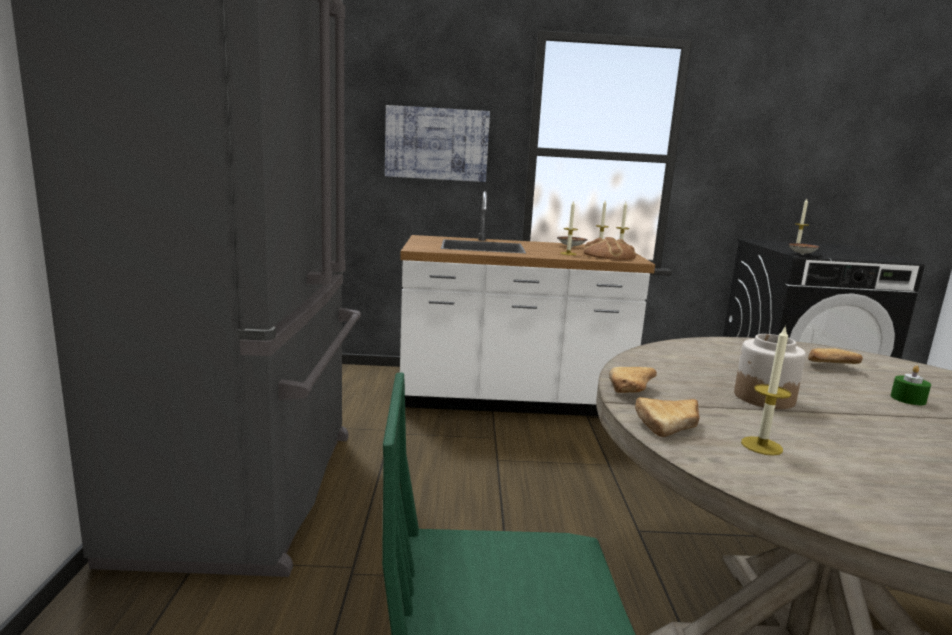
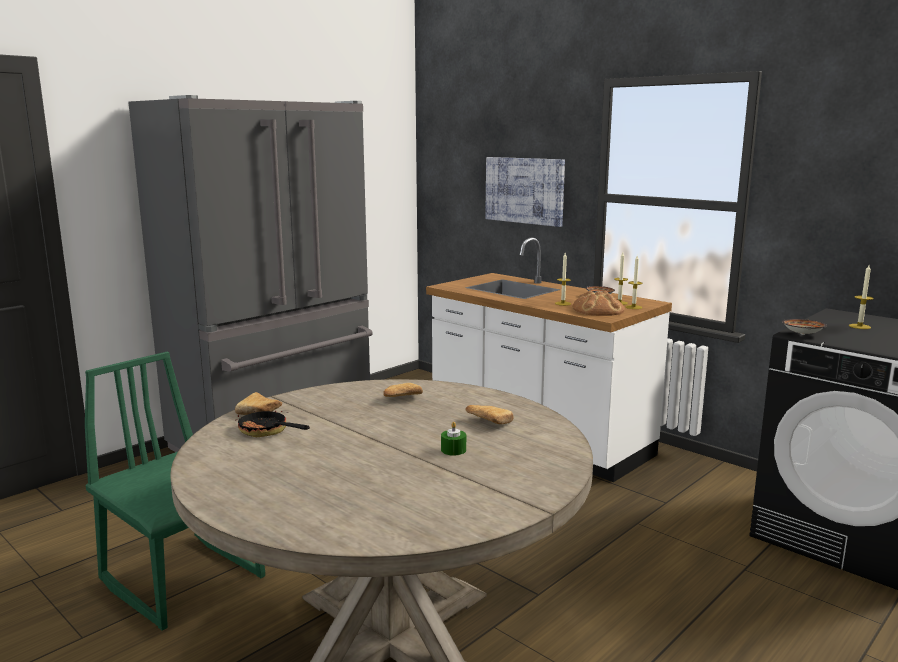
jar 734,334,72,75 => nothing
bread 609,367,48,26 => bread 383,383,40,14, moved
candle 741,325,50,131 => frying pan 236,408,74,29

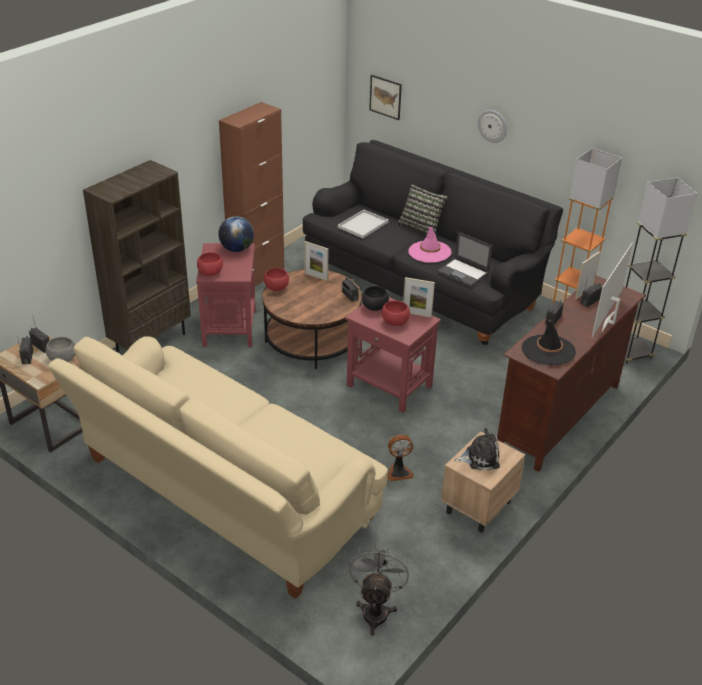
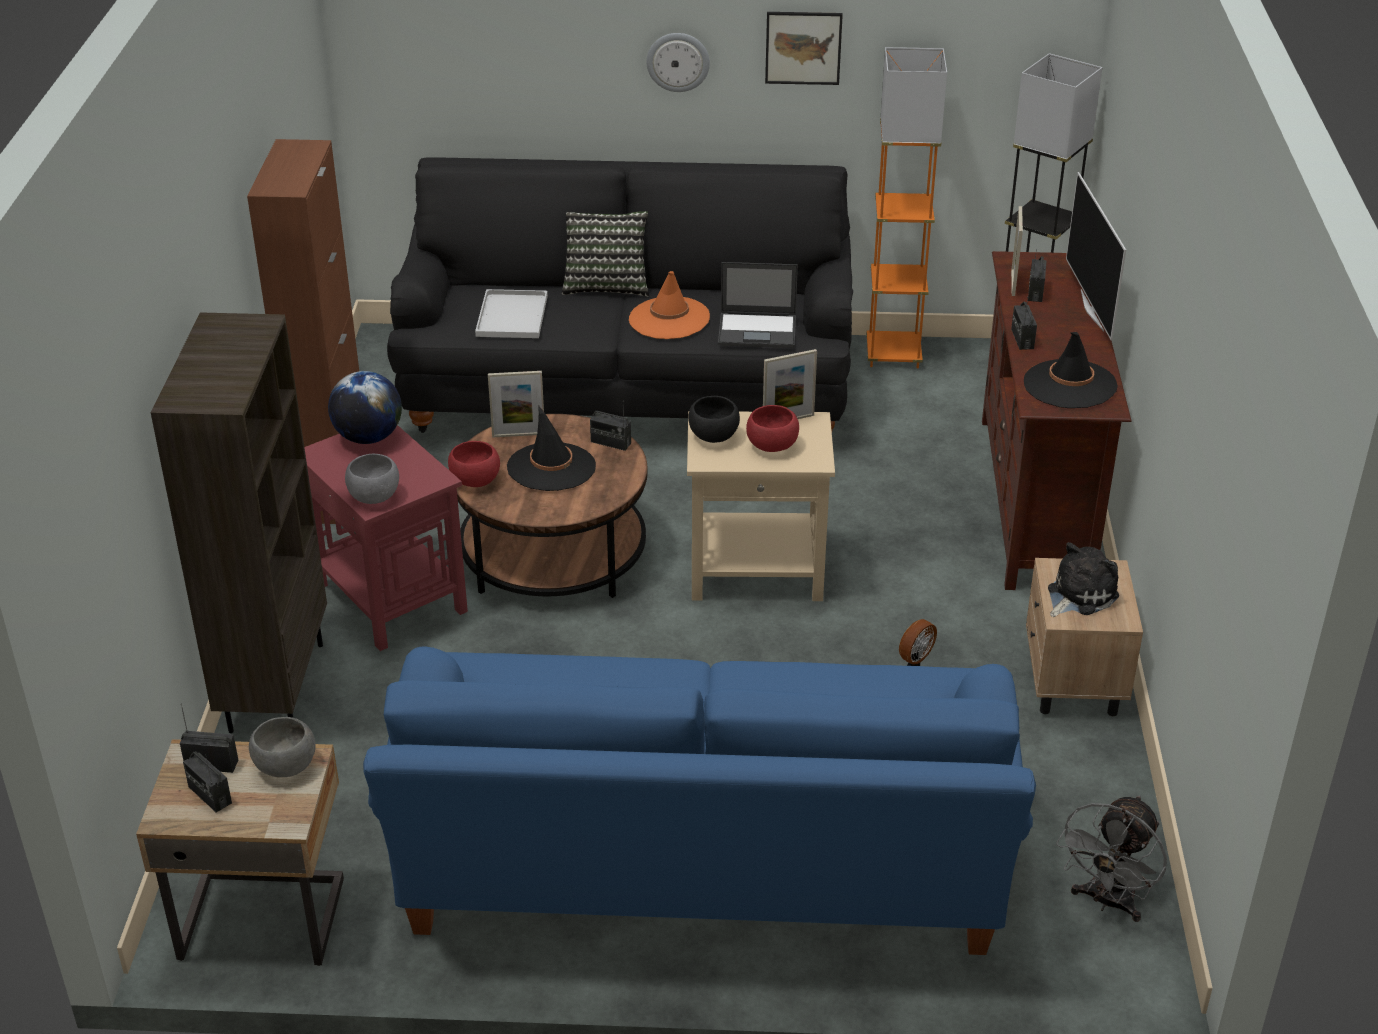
nothing => black hat 507,405,89,86
picture 369,75,33,45 => picture 765,12,78,73, moved
beige sofa 48,336,340,263 => blue sofa 363,646,673,309
red bowl 197,252,26,24 => grey bowl 345,454,54,50
red side table 345,297,96,116 => beige side table 687,411,148,190
pink hat 409,227,43,36 => orange hat 629,271,81,68
grey fan 349,543,61,93 => grey fan 1056,795,111,127, 120 degrees counterclockwise

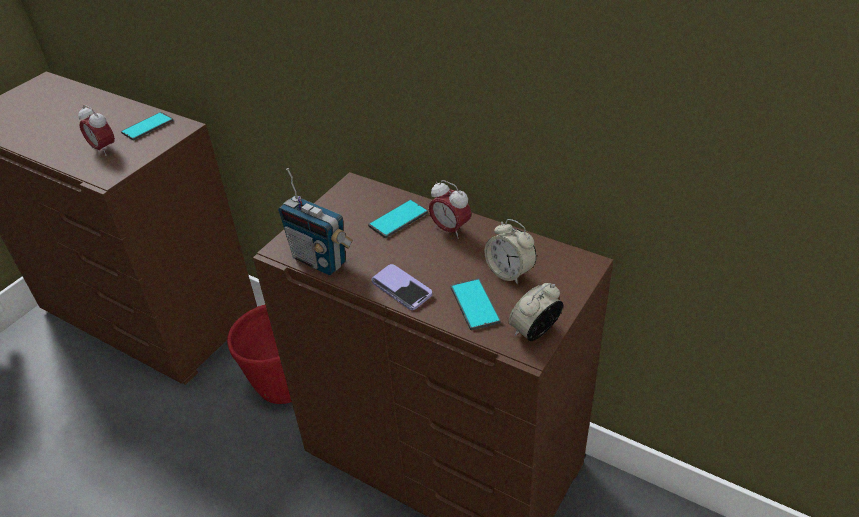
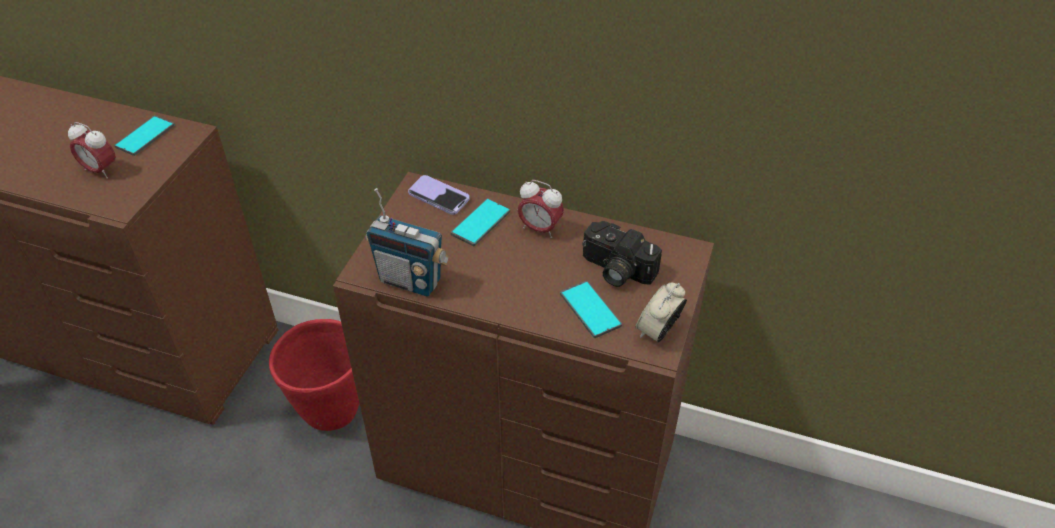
phone 372,264,61,46 => phone 408,175,62,40, moved
alarm clock 485,219,52,65 => photo camera 582,221,80,66

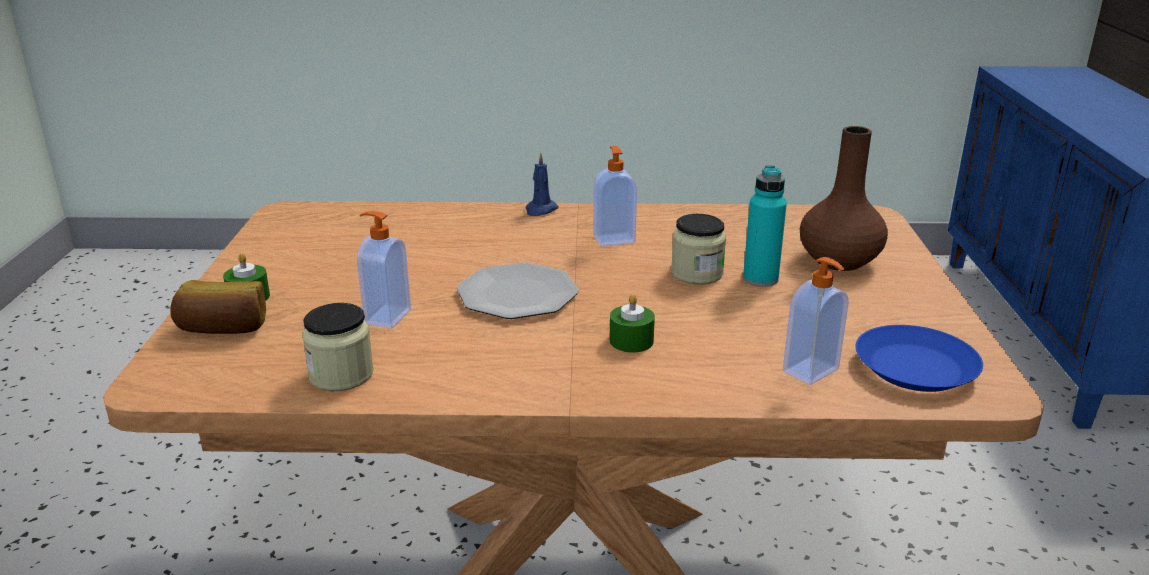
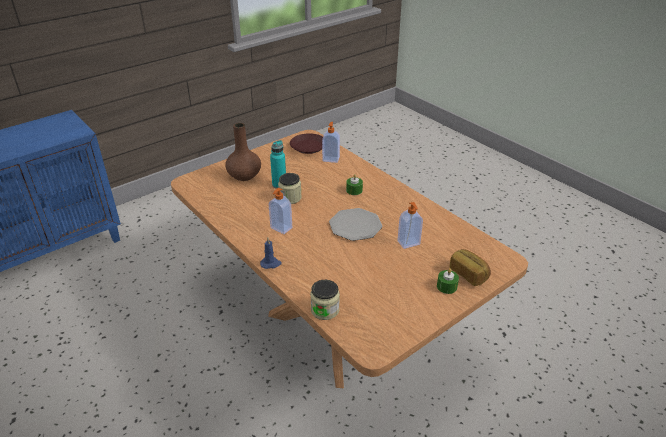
jar 302,303,72,88 => jar 310,280,30,40, moved
blue plate 855,325,128,67 => brown plate 290,133,33,21

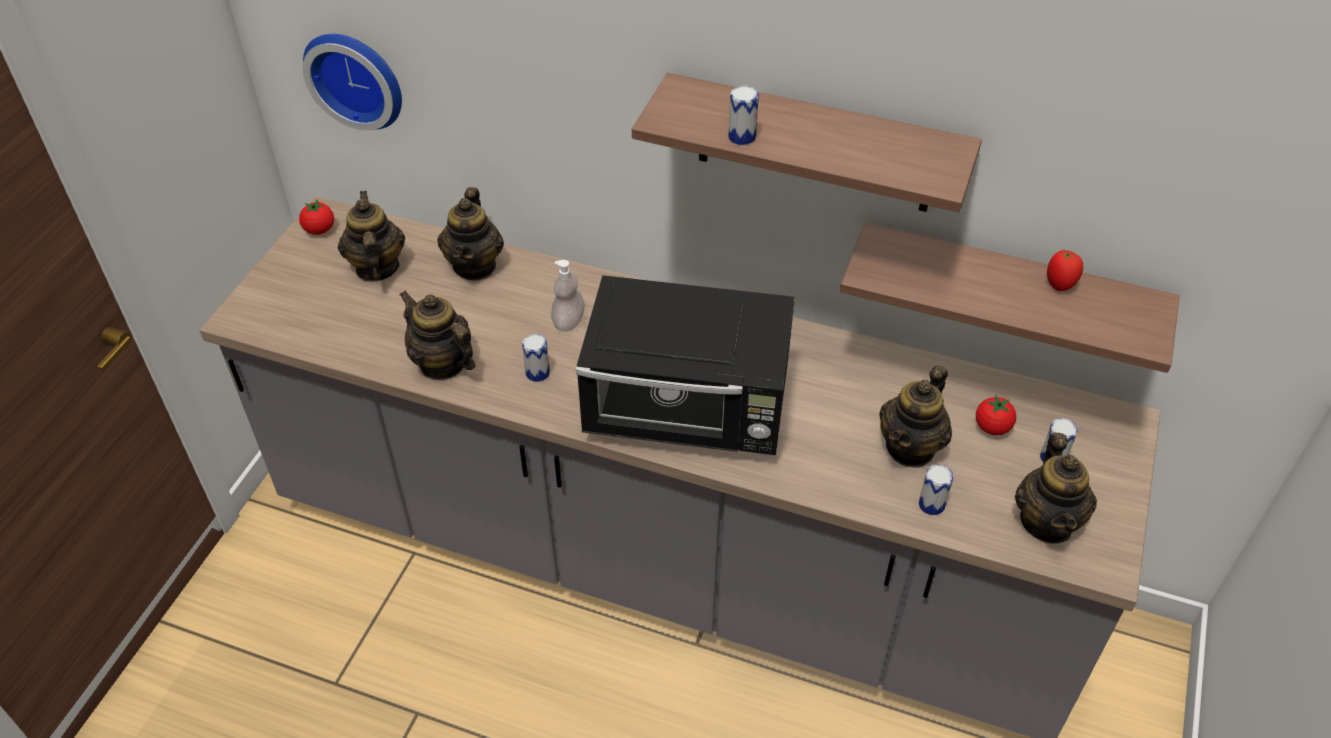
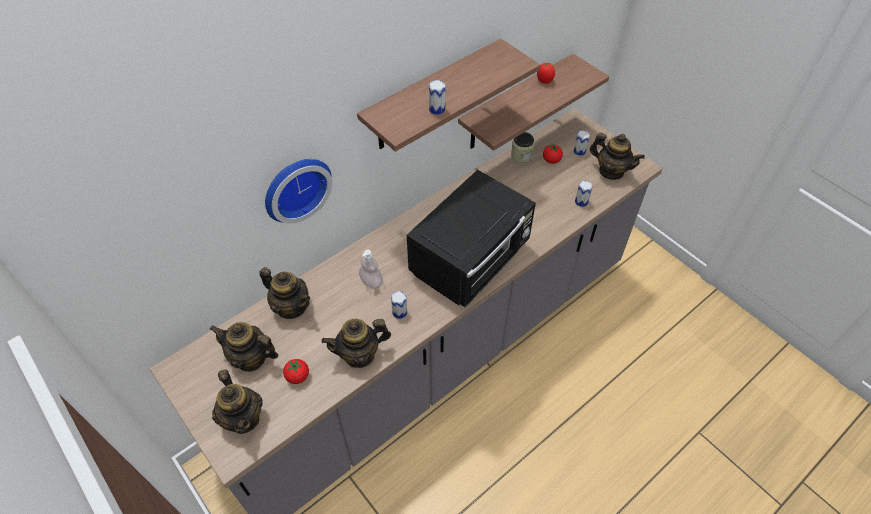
nothing => jar 511,132,24,31
tomato 299,199,35,36 => tomato 283,359,26,25, moved
wall clock 303,34,99,97 => wall clock 265,159,67,65, moved
teapot 879,365,73,103 => teapot 212,369,51,65, moved

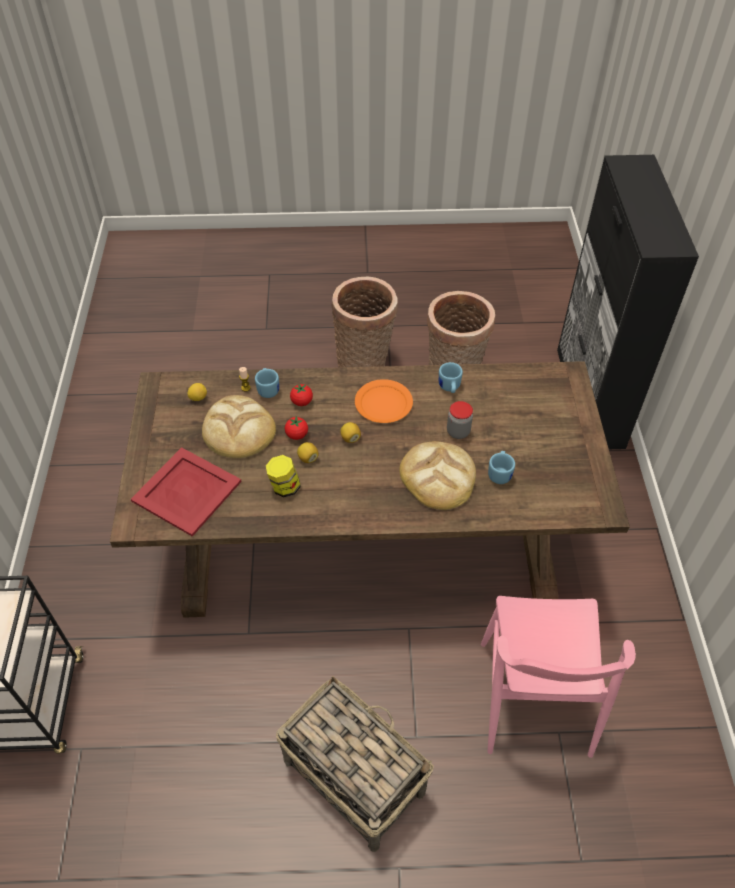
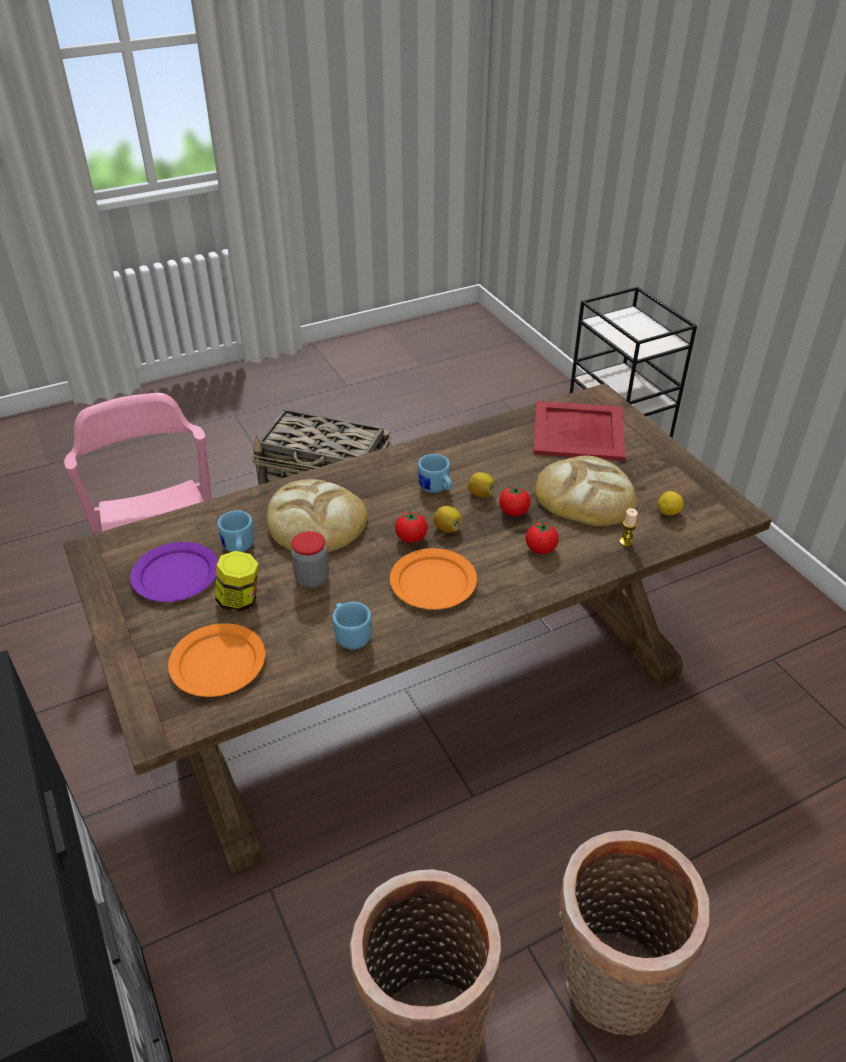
nothing => purple plate 130,542,88,60
nothing => orange plate 168,623,97,74
nothing => tomato 395,509,32,34
blue mug 255,368,24,30 => blue mug 418,454,34,39, moved
jar 266,455,35,42 => jar 215,551,43,61, moved

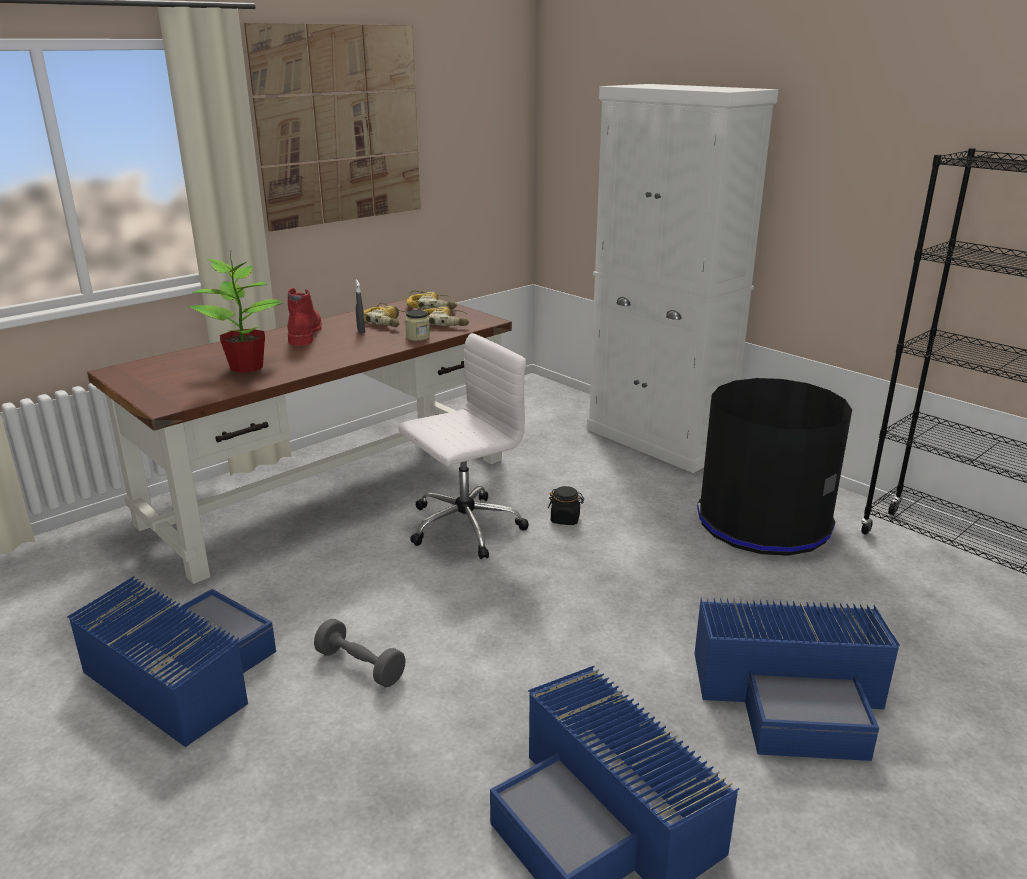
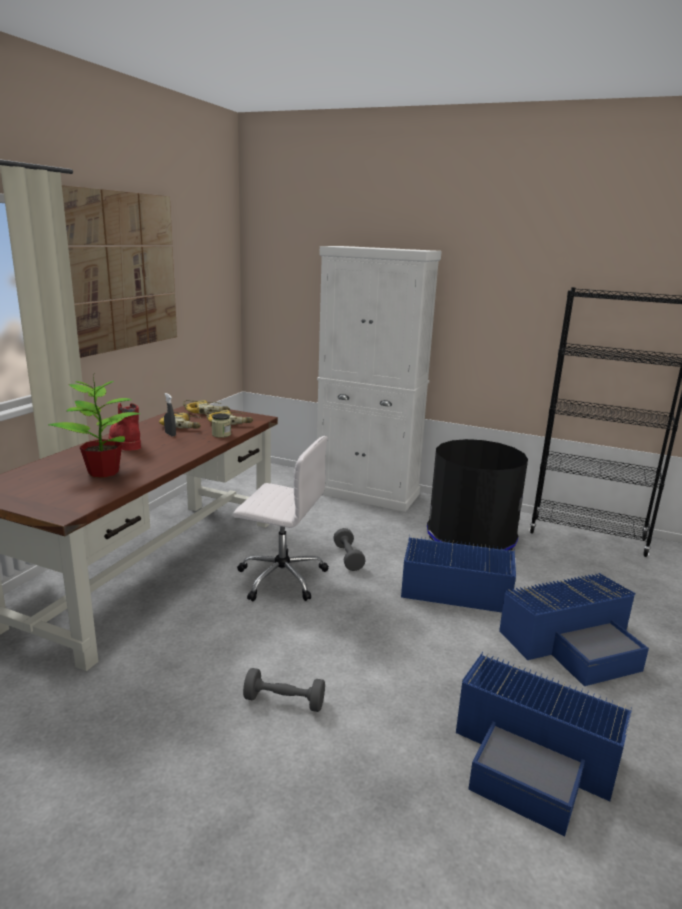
blue storage box 67,576,209,171 => blue storage box 401,535,115,78, moved
black jar 548,486,36,39 => grey dumbbell 333,528,33,43
white office chair 399,333,130,226 => white office chair 233,436,96,165, 75 degrees clockwise

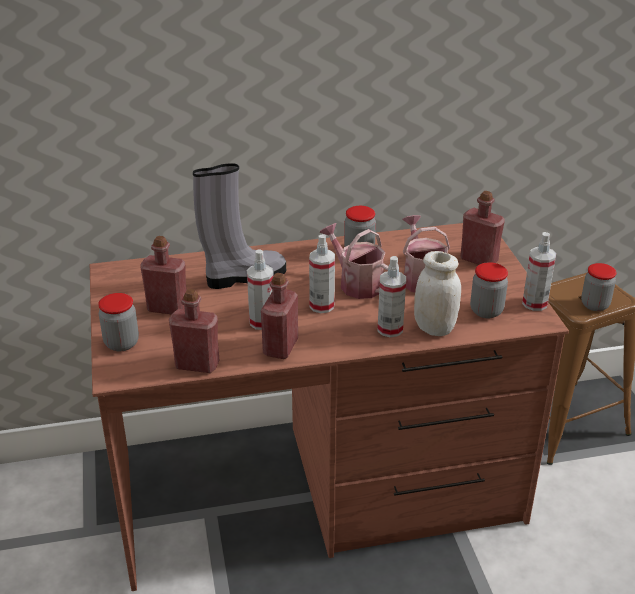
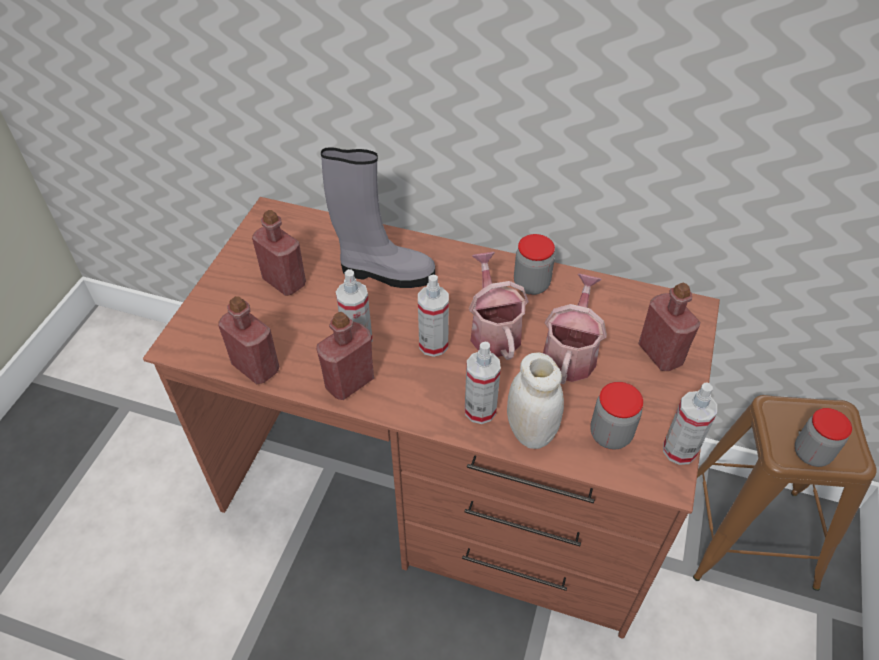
jar 98,293,41,58 => nothing

